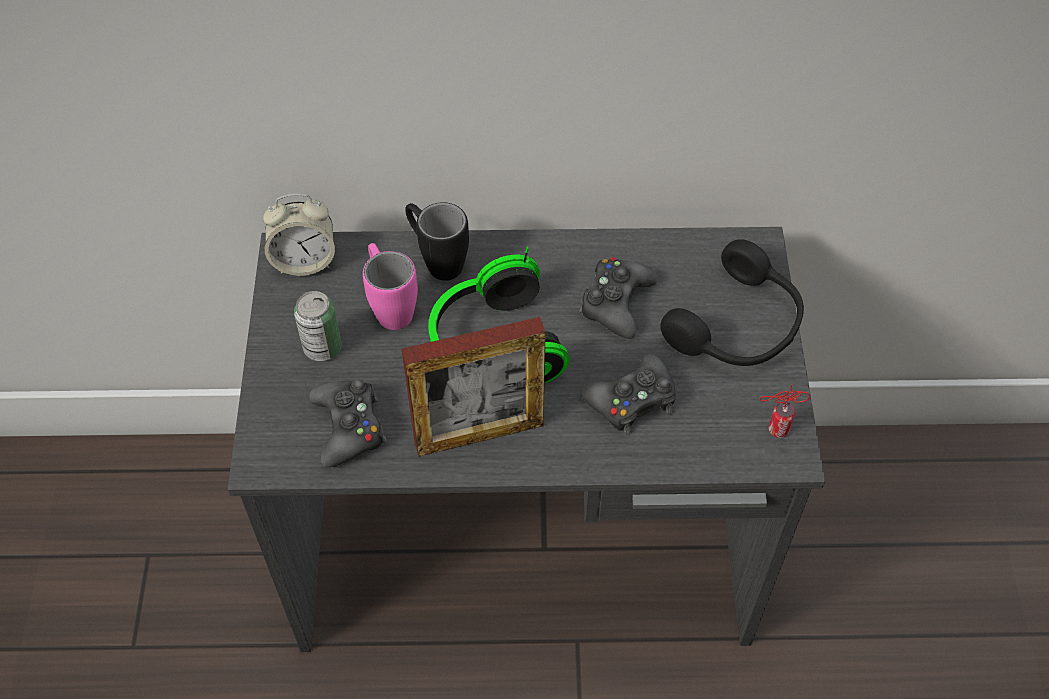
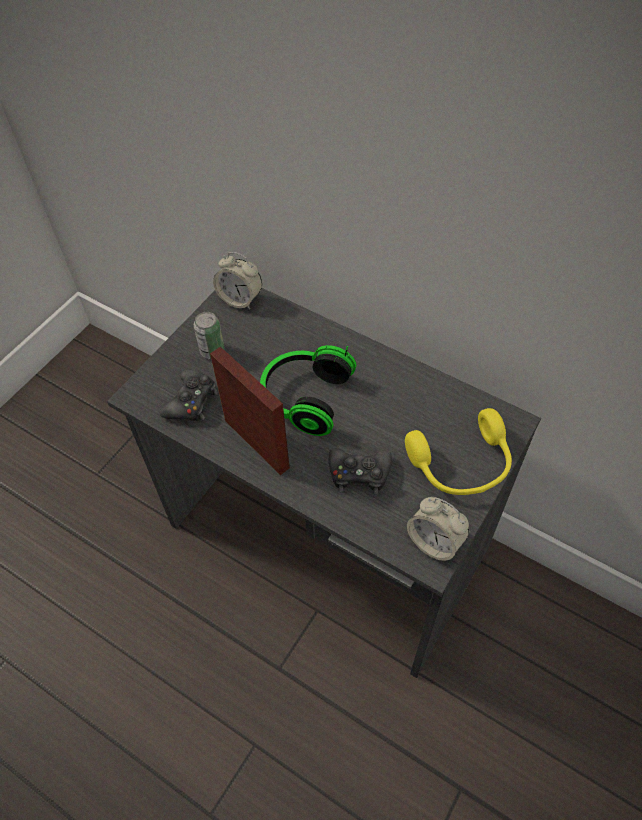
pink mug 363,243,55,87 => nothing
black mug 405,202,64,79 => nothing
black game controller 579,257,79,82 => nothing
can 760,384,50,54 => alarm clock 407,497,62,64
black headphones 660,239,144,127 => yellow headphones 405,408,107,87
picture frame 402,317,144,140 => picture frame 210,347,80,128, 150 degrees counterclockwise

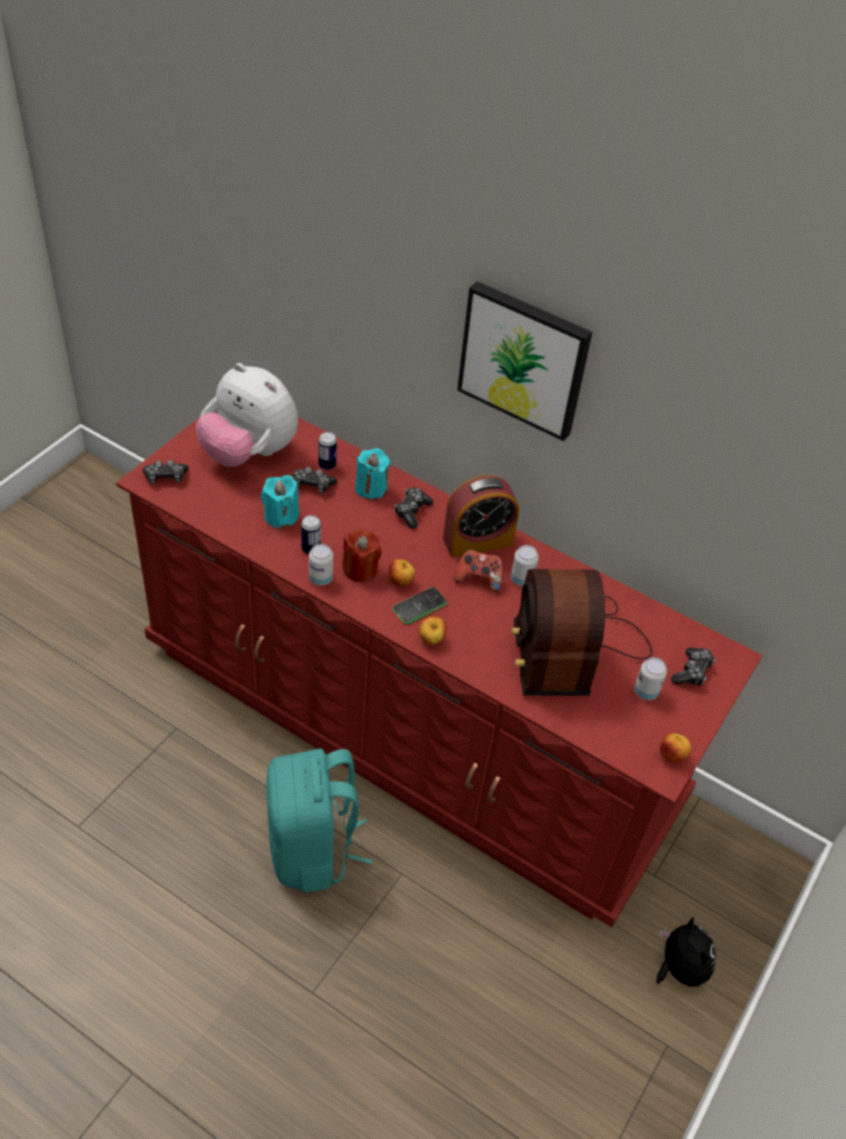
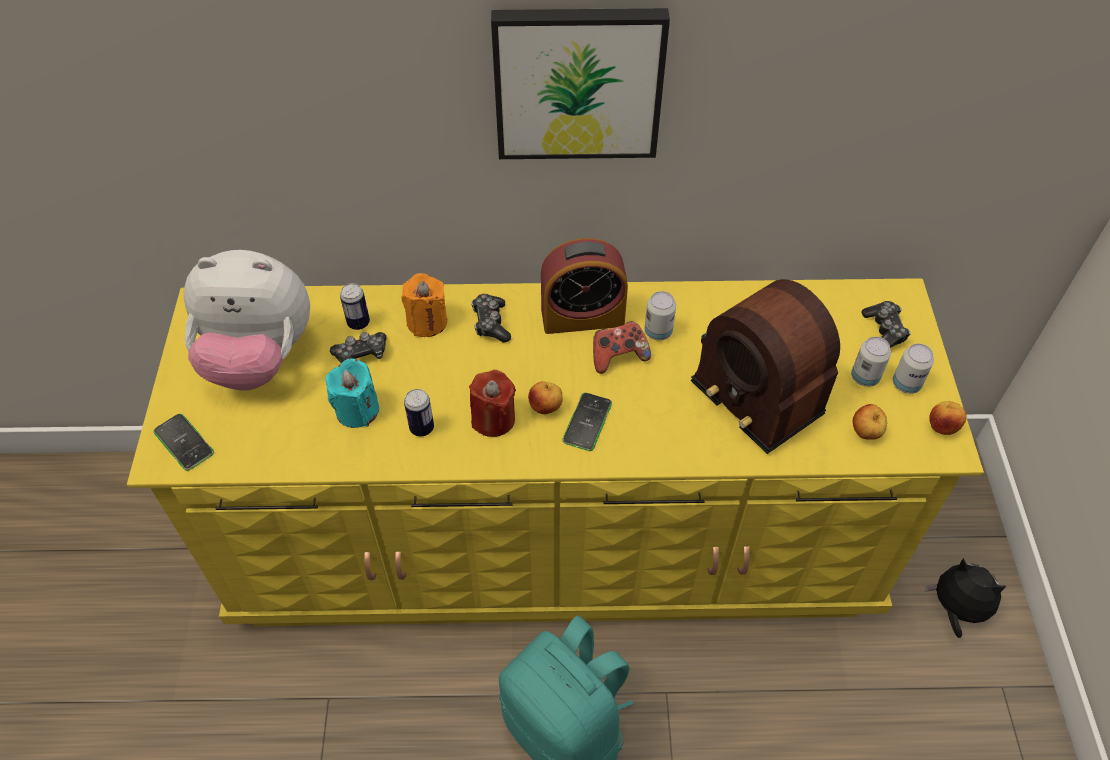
can 309,544,24,42 => can 893,344,41,50, moved
apple 419,616,28,29 => apple 853,404,34,36, moved
game controller 142,460,46,24 => phone 153,414,61,57
red dresser 116,412,646,516 => yellow dresser 127,278,857,348
turquoise candle 355,448,35,51 => orange candle 401,273,46,64
alarm clock 443,475,76,82 => alarm clock 541,238,87,96, 45 degrees clockwise

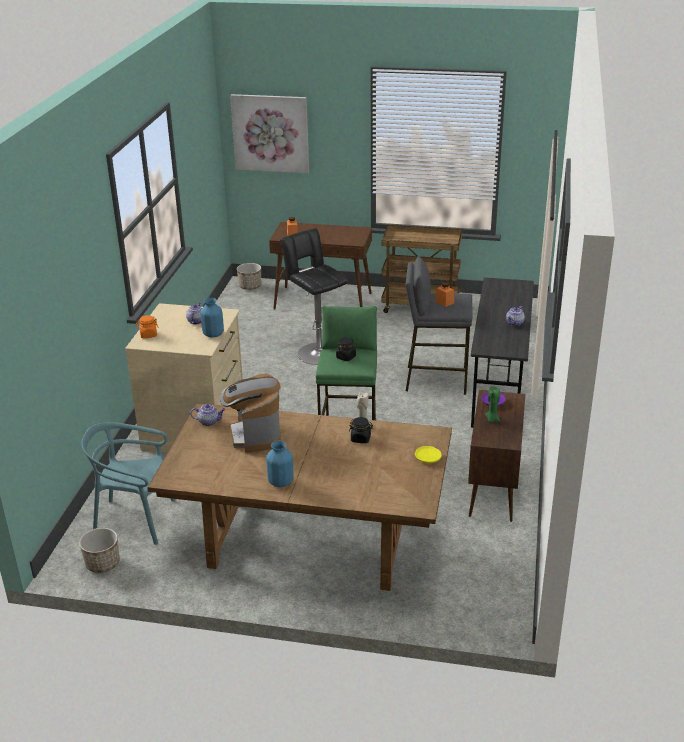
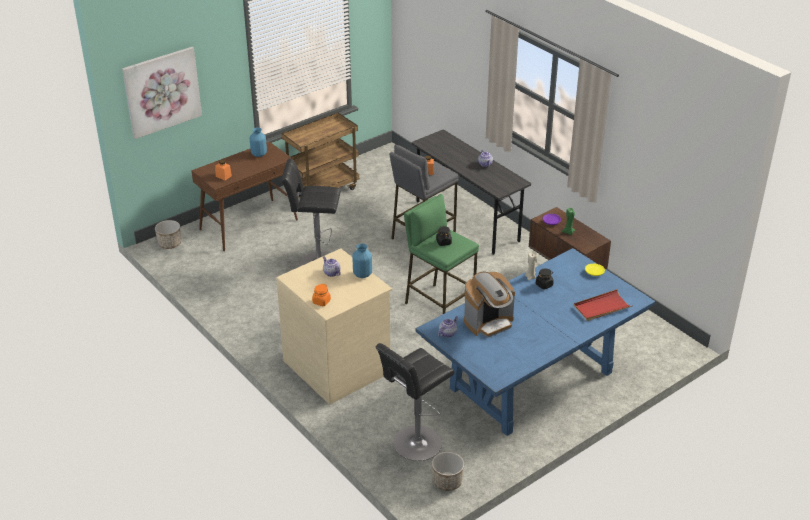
nothing => red tray 573,289,60,32
blue vase 266,441,28,46 => blue vase 250,127,17,30, moved
turquoise chair 82,422,93,123 => black stool 376,343,79,118
brown dining table 147,403,305,188 => blue dining table 415,248,241,188
coffee machine 220,374,61,79 => coffee machine 464,272,51,65, 60 degrees counterclockwise

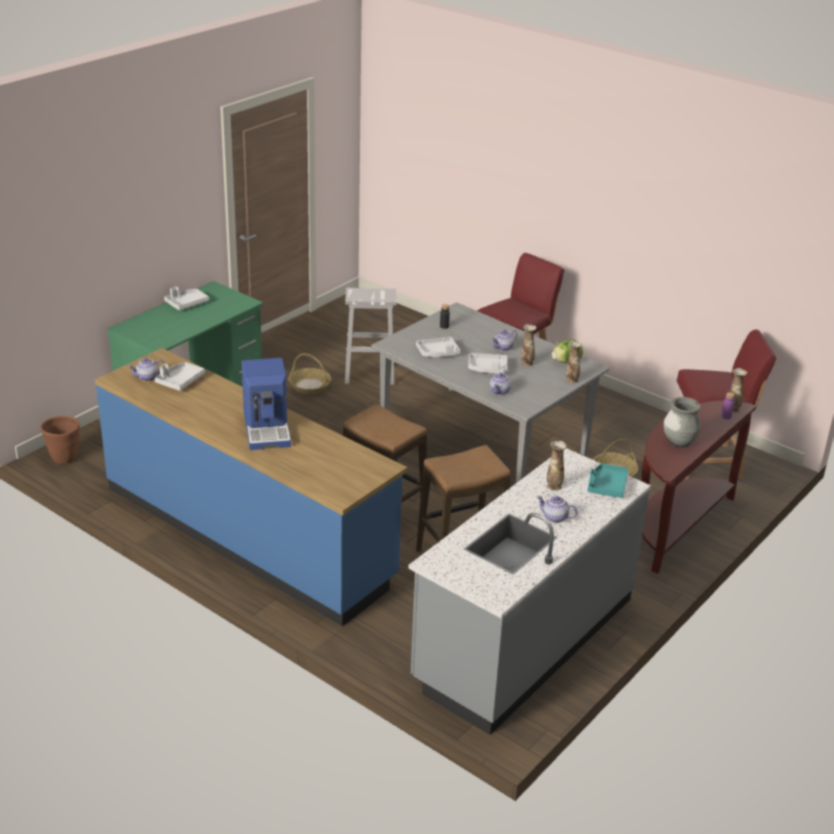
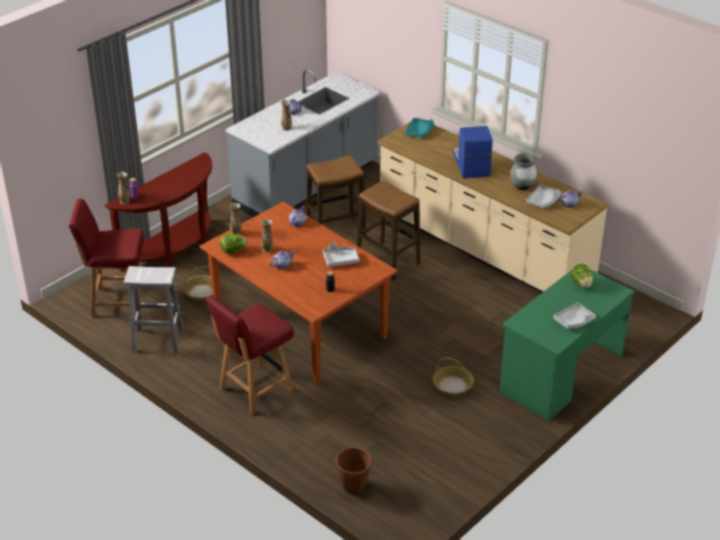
grey tray 468,353,39,21 => nothing
nothing => lettuce 571,264,22,24
brown planter 41,416,39,48 => brown planter 336,447,36,46, moved
white stool 345,288,51,97 => white stool 124,266,60,88, moved
turquoise tray 588,464,41,34 => turquoise tray 405,118,29,20, moved
grey vase 663,397,38,51 => grey vase 510,153,27,37, moved
blue counter 95,348,312,278 => beige counter 377,118,231,175
grey dining table 371,302,238,181 => brown dining table 199,202,199,181

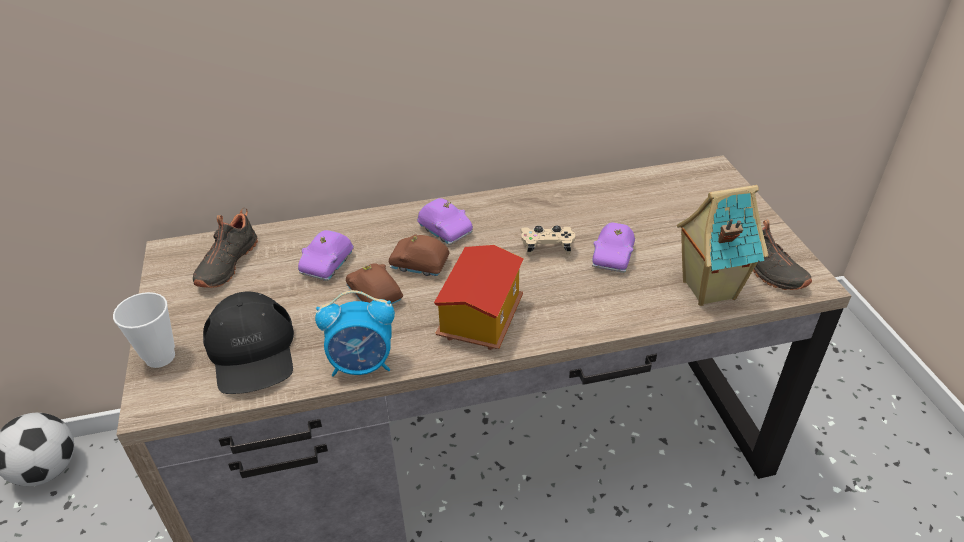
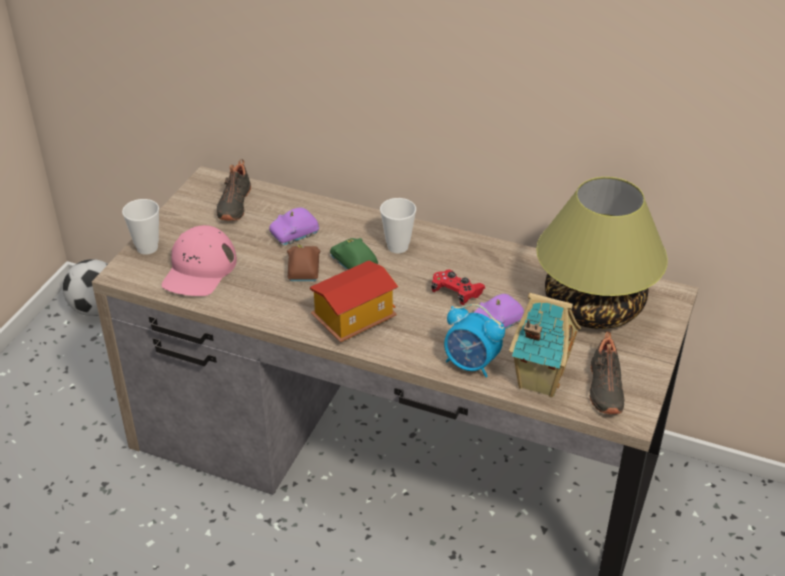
nothing => table lamp 536,177,132,152
alarm clock 315,290,80,87 => alarm clock 444,304,61,74, moved
purple toy car 417,198,56,47 => cup 380,198,36,55
black cap 203,292,91,102 => pink cap 161,225,76,71
brown toy car 389,234,60,42 => green toy car 330,238,48,32
beige game controller 520,226,56,29 => red game controller 431,269,54,36
black shoe 193,208,65,80 => black shoe 217,159,34,62, 45 degrees counterclockwise

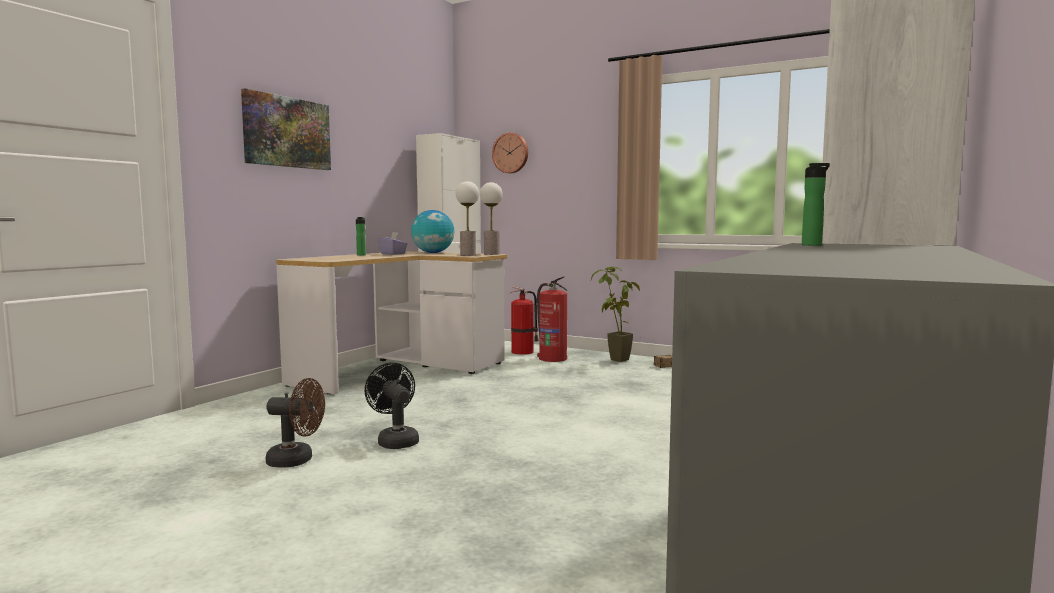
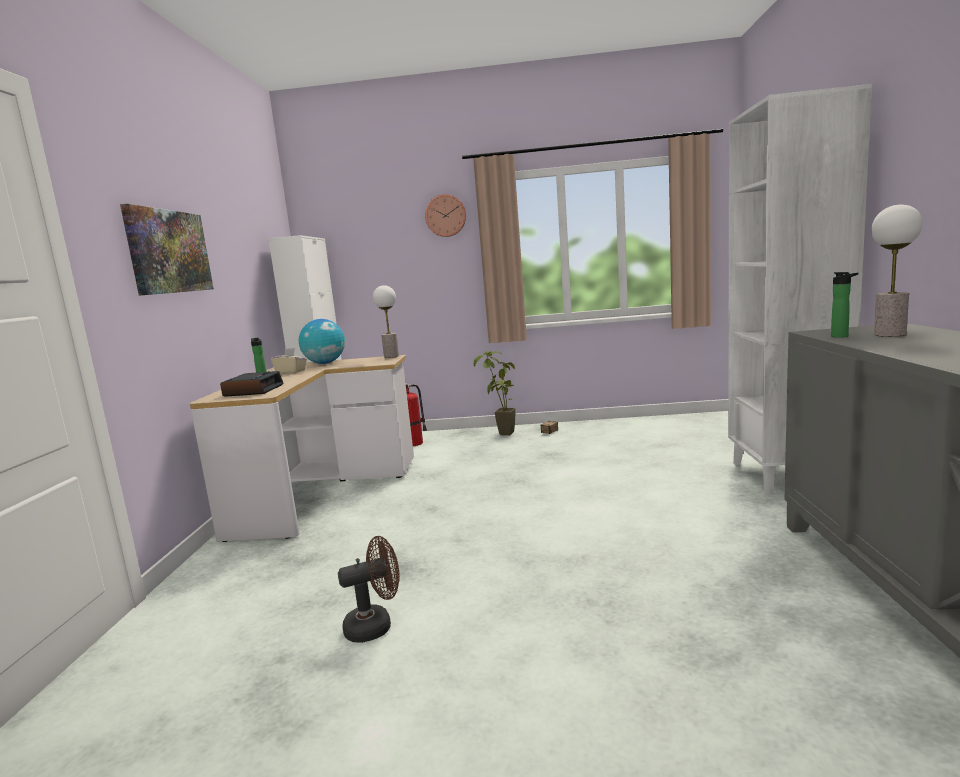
black fan 364,363,55,86 => nothing
fire extinguisher 537,277,30,85 => nothing
nothing => alarm clock 220,371,63,26
table lamp 456,181,23,75 => table lamp 871,204,52,133, moved
wall clock 492,133,36,40 => wall clock 425,194,41,43, moved
purple tissue box 378,232,30,23 => beige tissue box 271,348,36,26

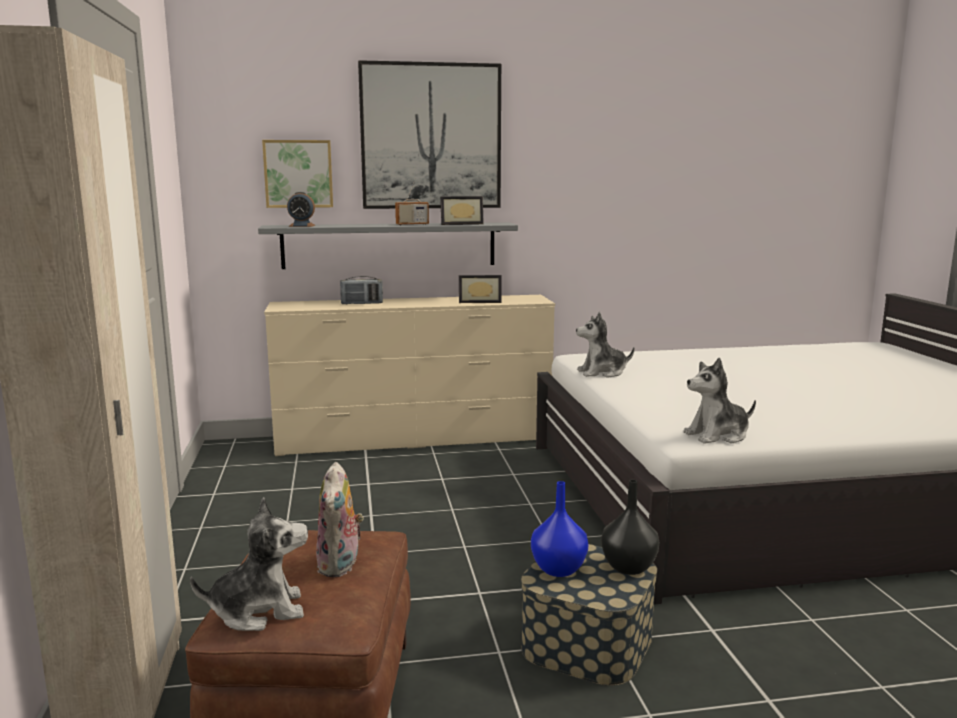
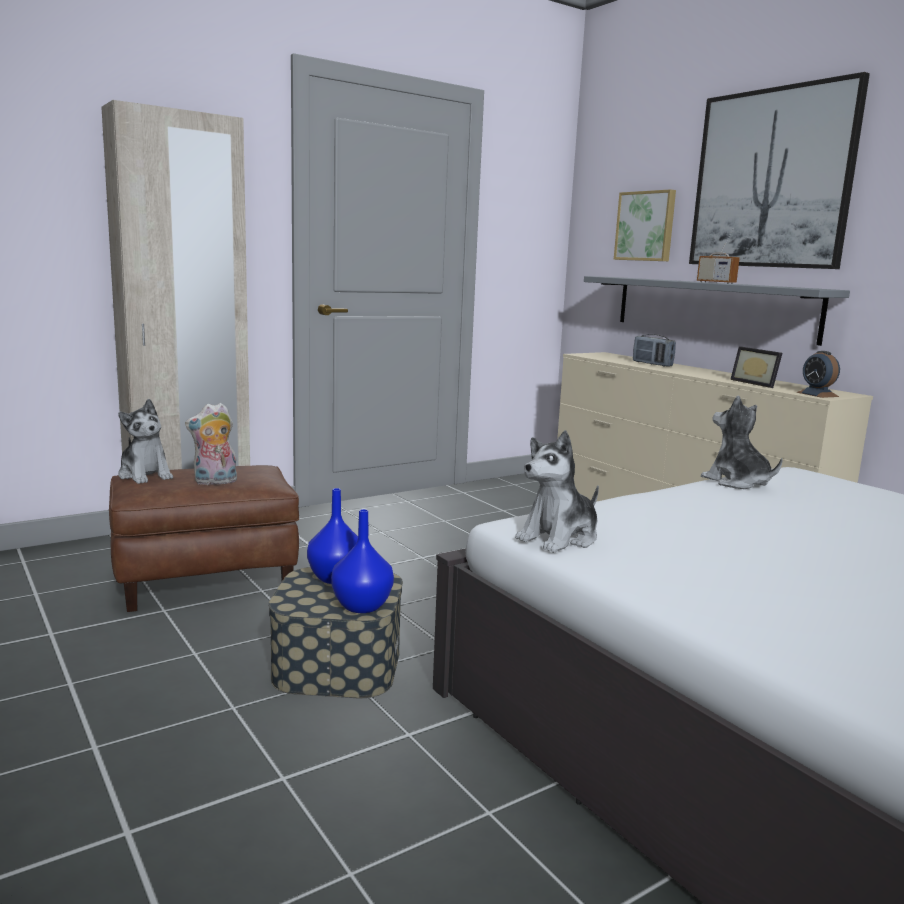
picture frame 440,196,44,29 => nothing
alarm clock 287,192,28,35 => alarm clock 797,351,43,47, moved
black vase 601,480,58,95 => blue vase 331,509,63,104
plush toy 683,358,73,86 => plush toy 515,430,84,123, 90 degrees counterclockwise

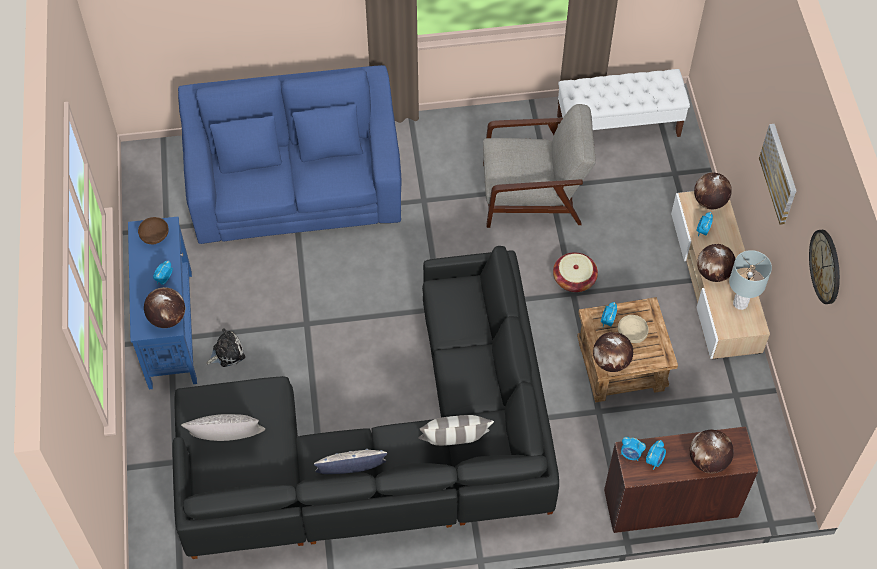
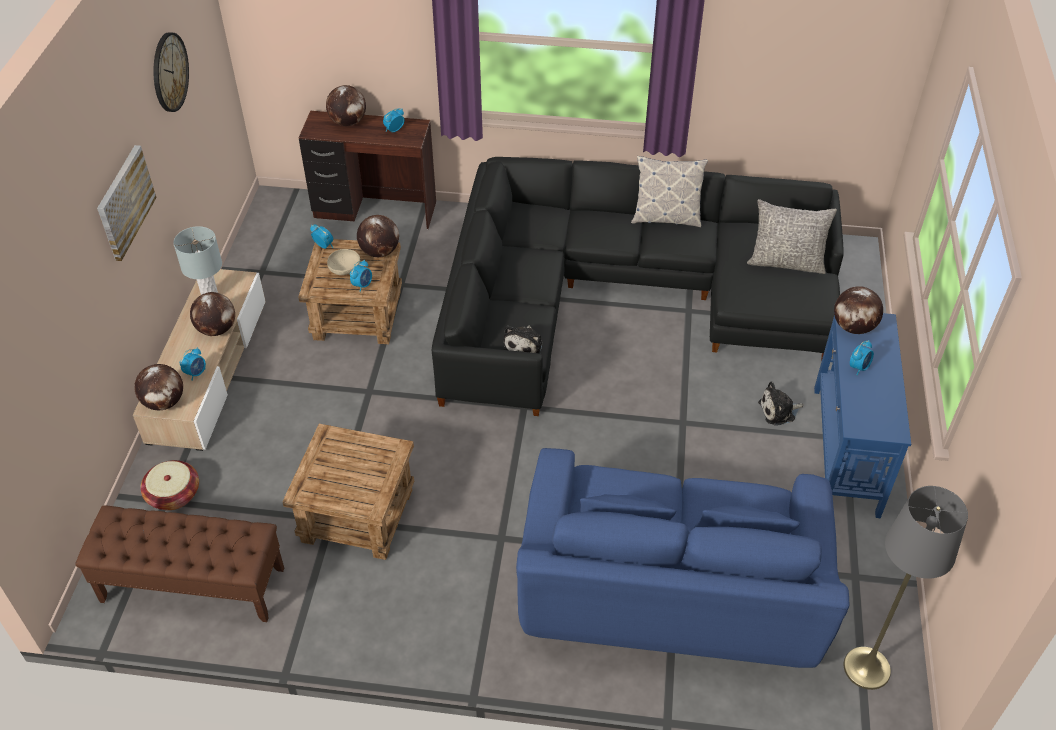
brown bowl 138,217,31,27 => nothing
pillow 418,415,76,31 => nothing
nothing => plush toy 503,326,40,28
nothing => grey floor lamp 843,486,125,204
basket 553,252,45,40 => basket 140,460,59,50, moved
alarm clock 621,437,25,24 => alarm clock 310,224,23,25, moved
grey armchair 483,104,113,124 => brown side table 282,424,132,136
white bench 557,69,133,68 => brown bench 75,505,209,117

